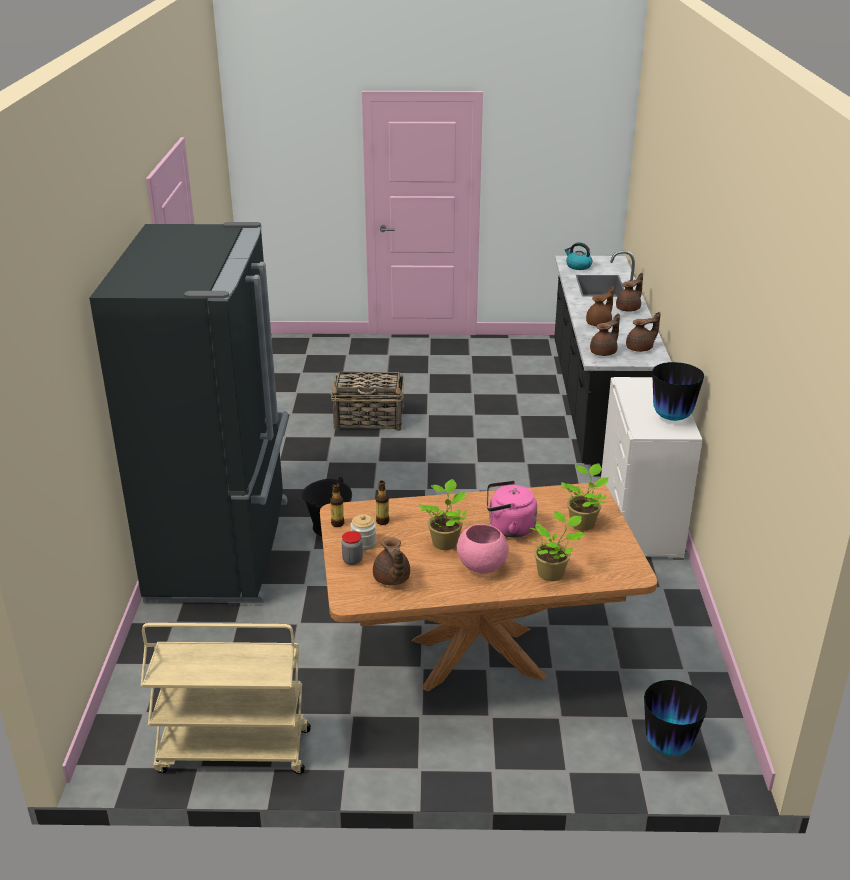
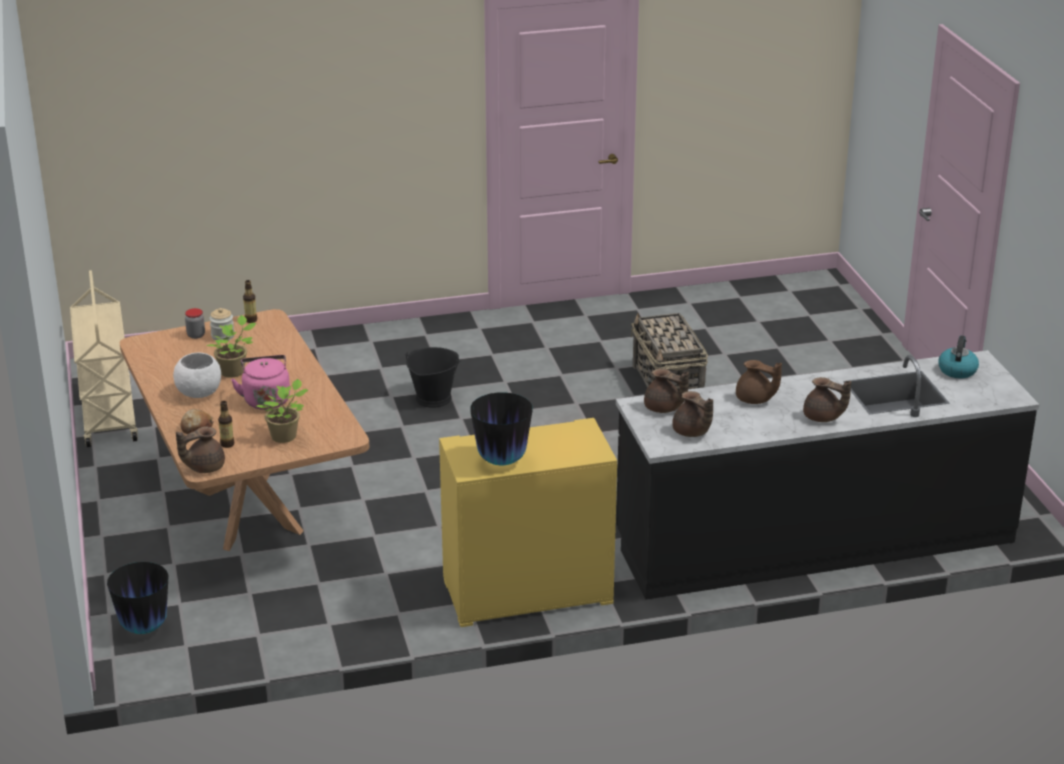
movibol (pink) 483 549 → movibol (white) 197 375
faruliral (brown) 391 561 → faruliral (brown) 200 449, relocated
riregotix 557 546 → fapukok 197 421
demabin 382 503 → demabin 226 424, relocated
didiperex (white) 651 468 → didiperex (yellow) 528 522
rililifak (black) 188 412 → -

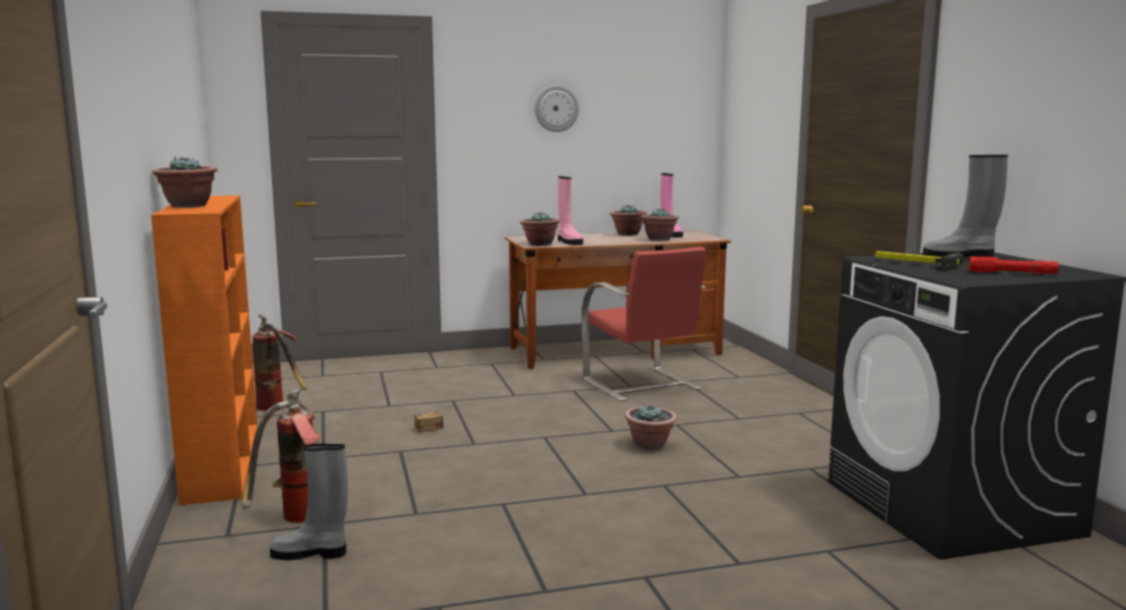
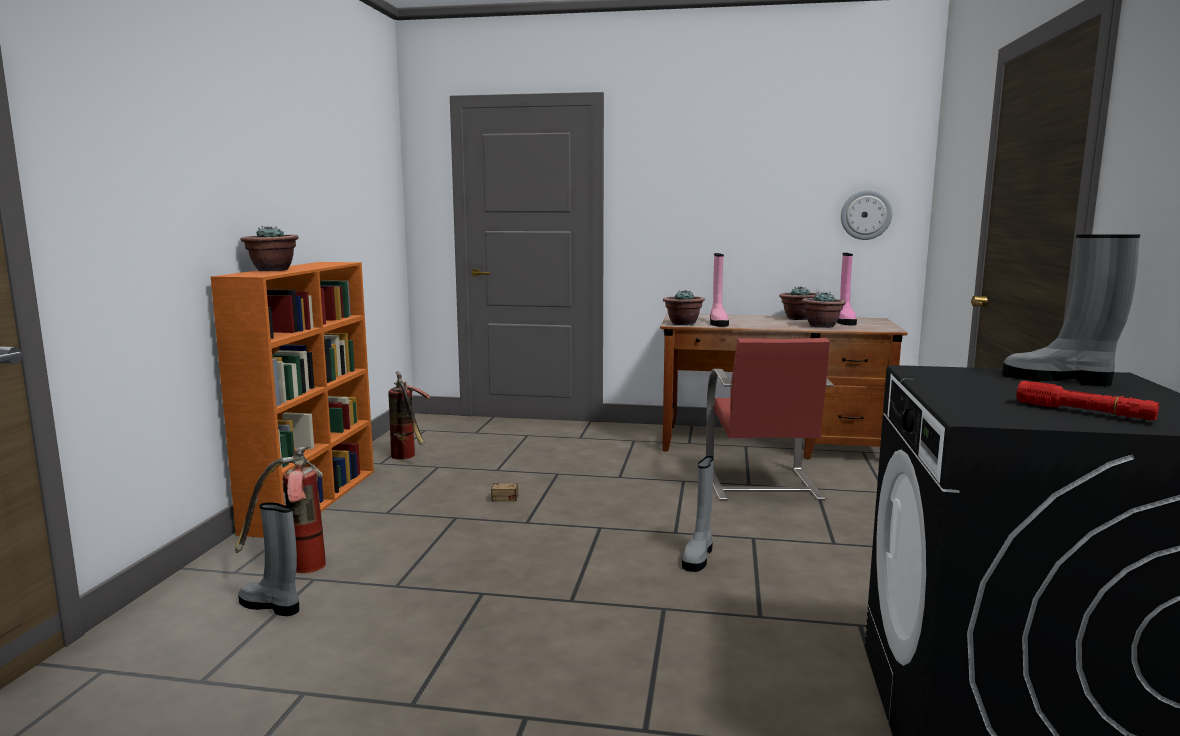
riregotix 651 427 → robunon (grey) 698 514
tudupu 557 108 → tudupu 866 215, relocated
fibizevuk 919 261 → -

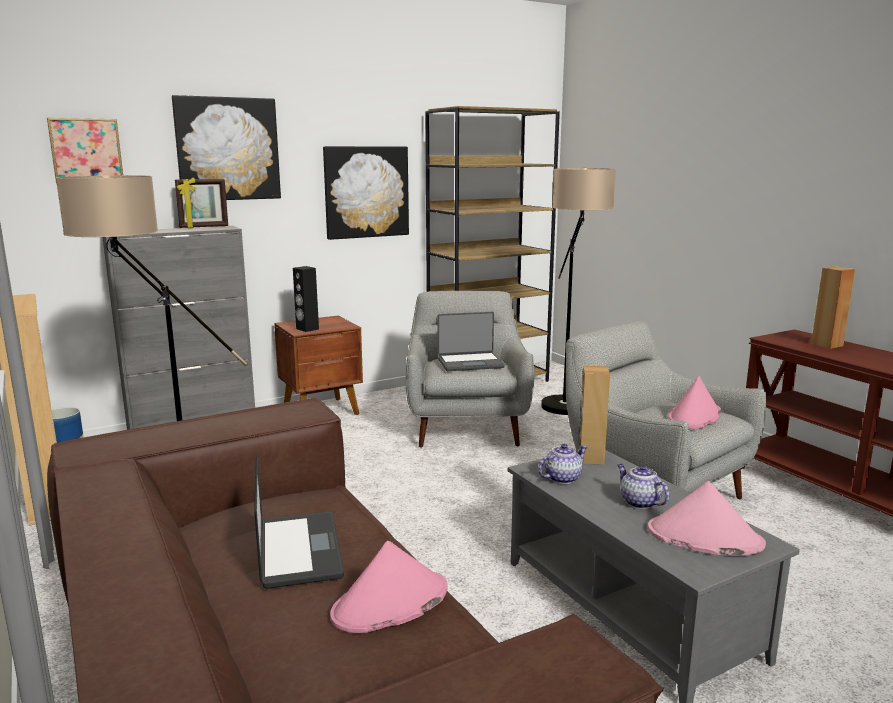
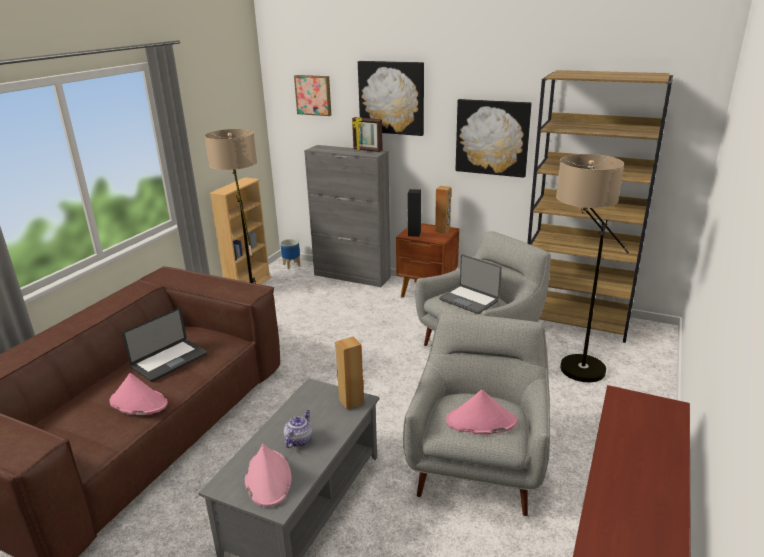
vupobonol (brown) 833 307 → vupobonol (brown) 443 209, relocated
faruliral 563 464 → -

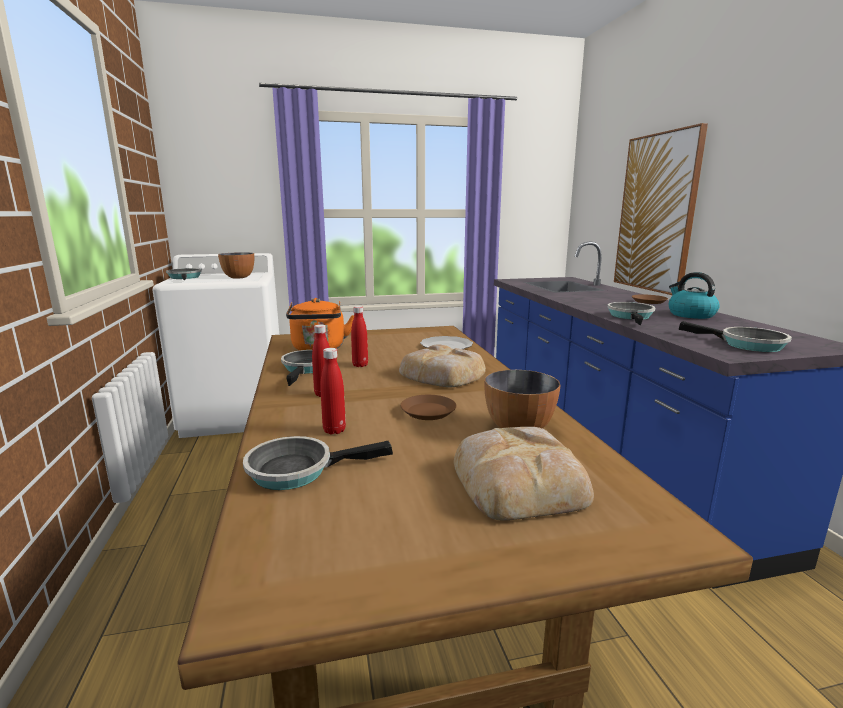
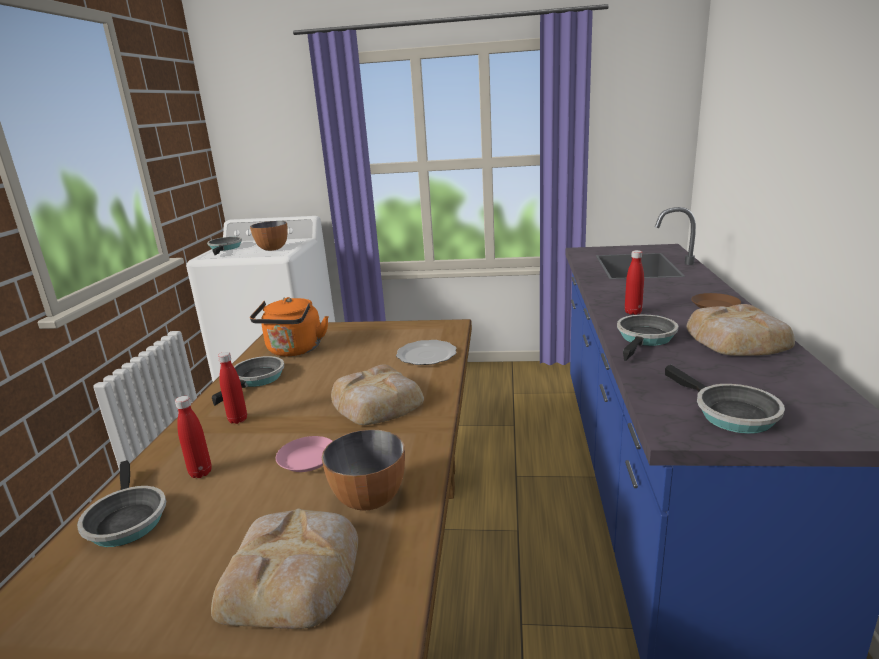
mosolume 318 463 → mosolume 121 503, 120 degrees counterclockwise
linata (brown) 428 407 → linata (pink) 304 454
demabin (red) 359 336 → demabin (red) 634 282, relocated
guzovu 694 295 → fapukok 741 330
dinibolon 661 209 → -

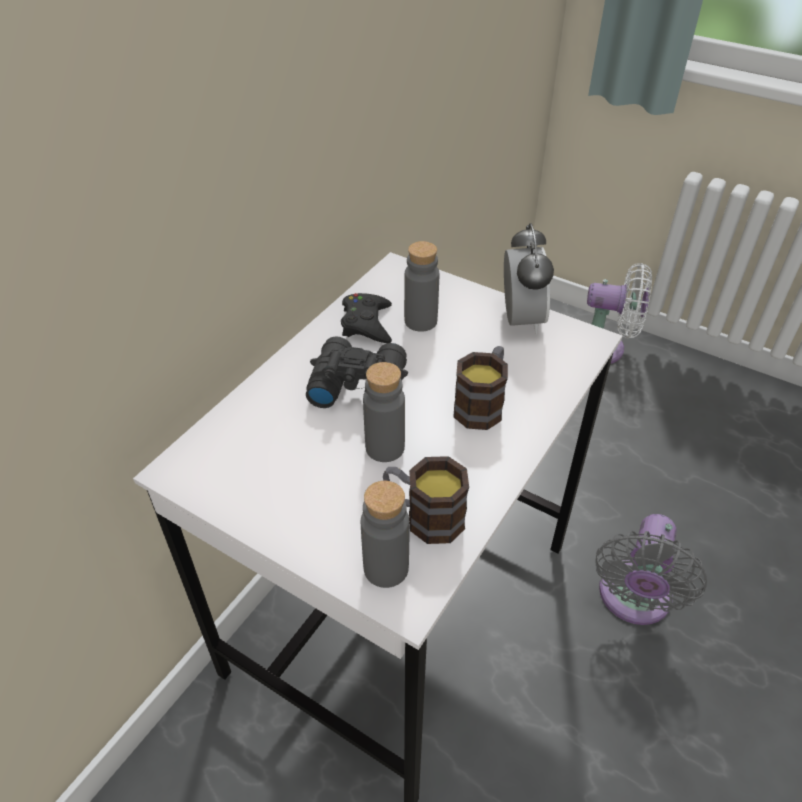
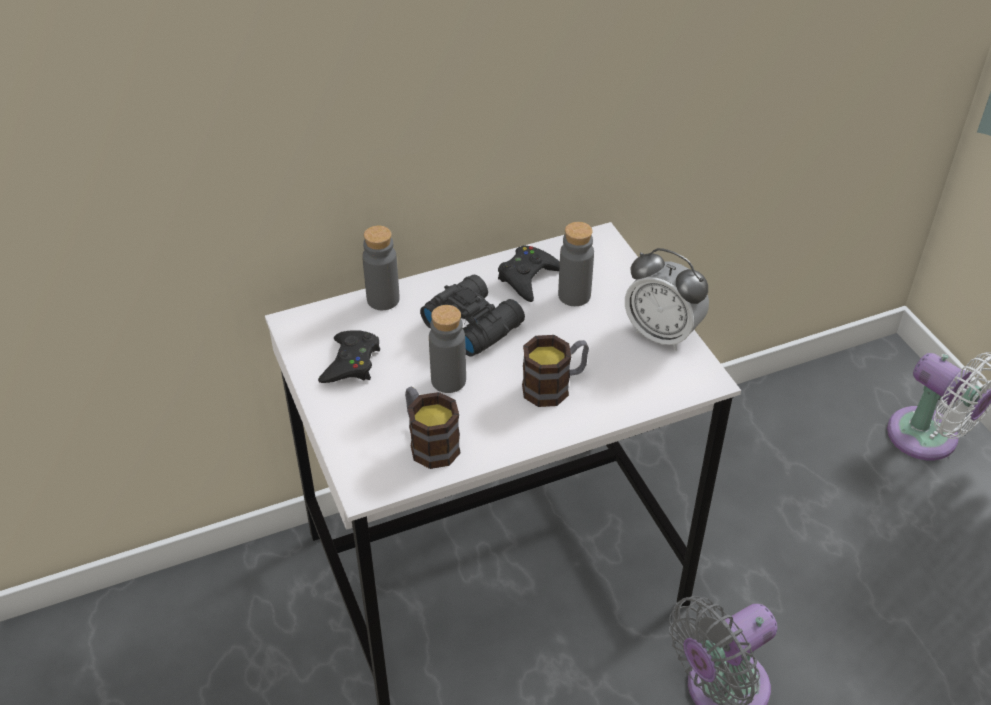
- → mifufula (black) 349 356
demabin (grey) 385 534 → demabin (grey) 381 267, relocated
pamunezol 529 278 → pamunezol 667 299, 90 degrees clockwise

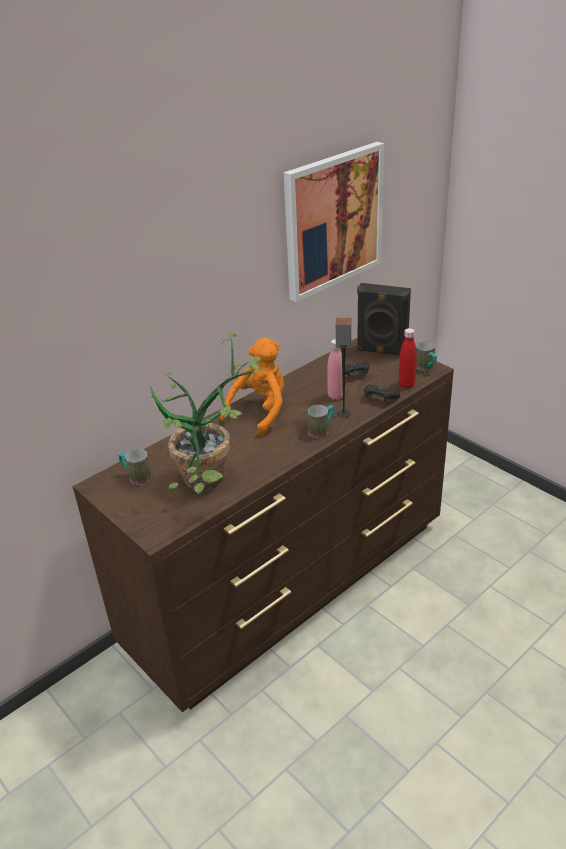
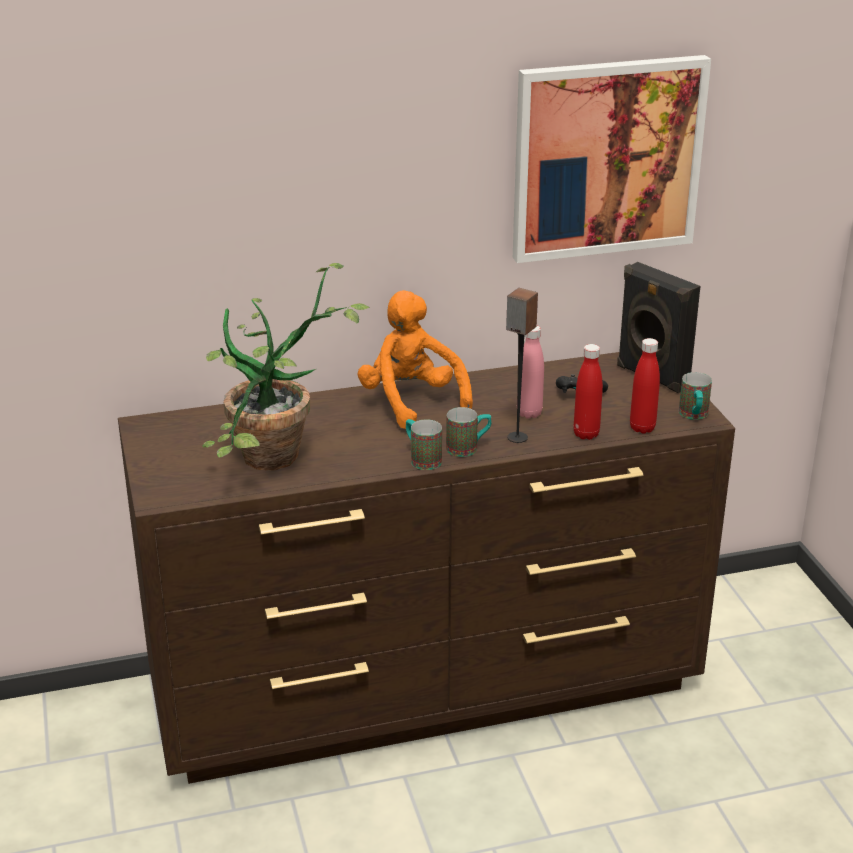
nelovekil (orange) 252 386 → nelovekil (orange) 415 359, 90 degrees counterclockwise
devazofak 135 467 → devazofak 424 444, relocated
mifufula (black) 382 392 → demabin (red) 588 392

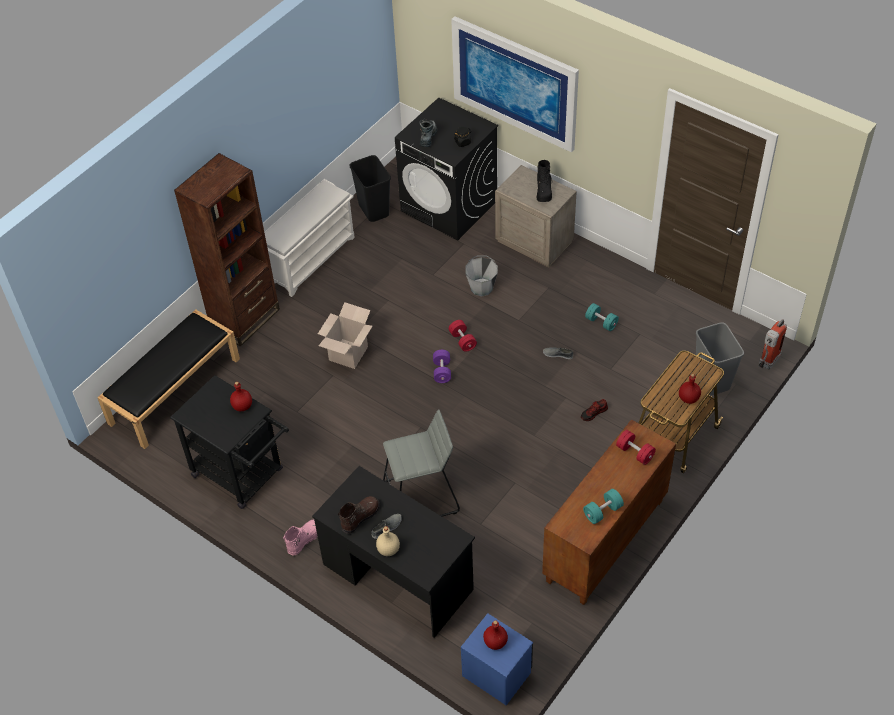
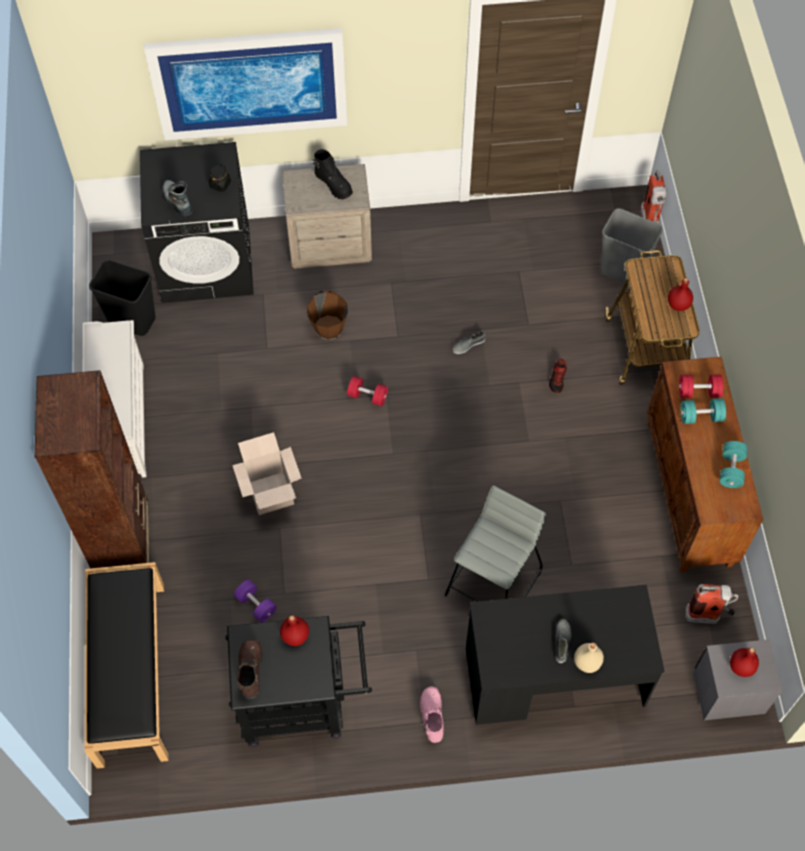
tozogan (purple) 442 366 → tozogan (purple) 255 601, relocated
robunon (brown) 359 515 → robunon (brown) 249 668, relocated
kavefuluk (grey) 481 275 → kavefuluk (brown) 327 315
tozogan (turquoise) 602 317 → tozogan (turquoise) 703 411, relocated
- → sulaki 712 604
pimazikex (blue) 497 659 → pimazikex (grey) 738 679

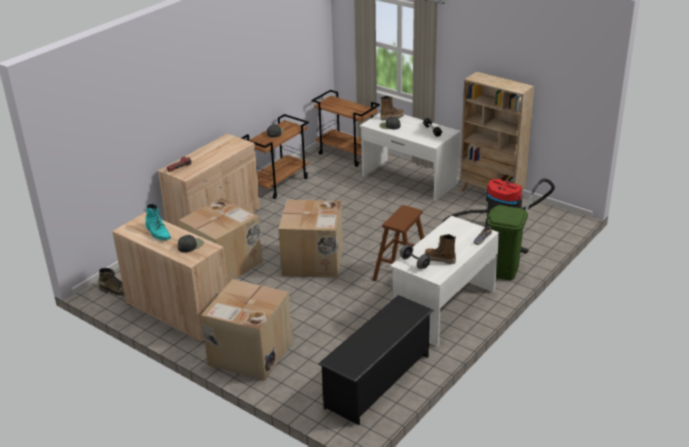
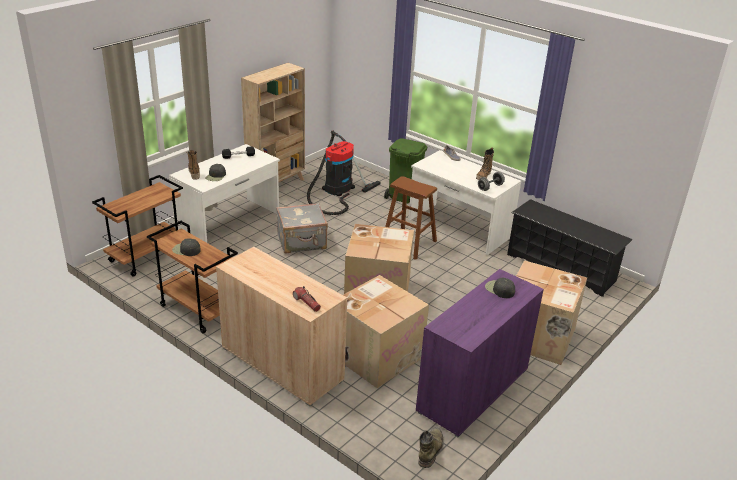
- → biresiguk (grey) 302 228
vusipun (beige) 170 278 → vusipun (purple) 480 353
robunon (turquoise) 158 222 → -

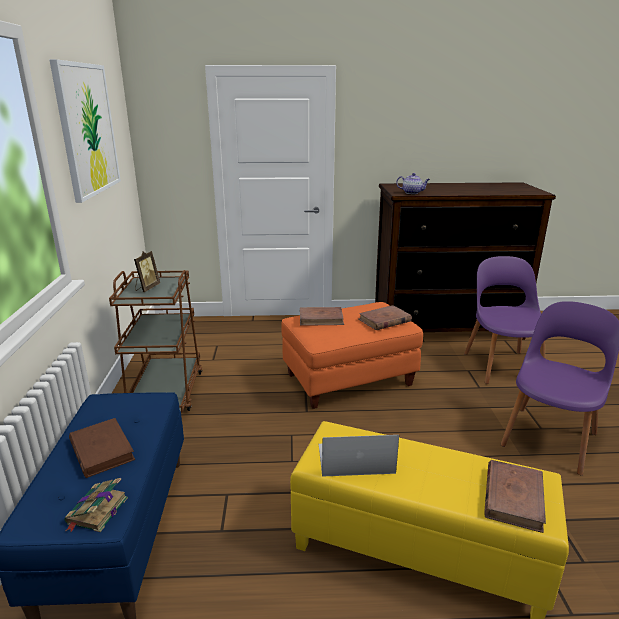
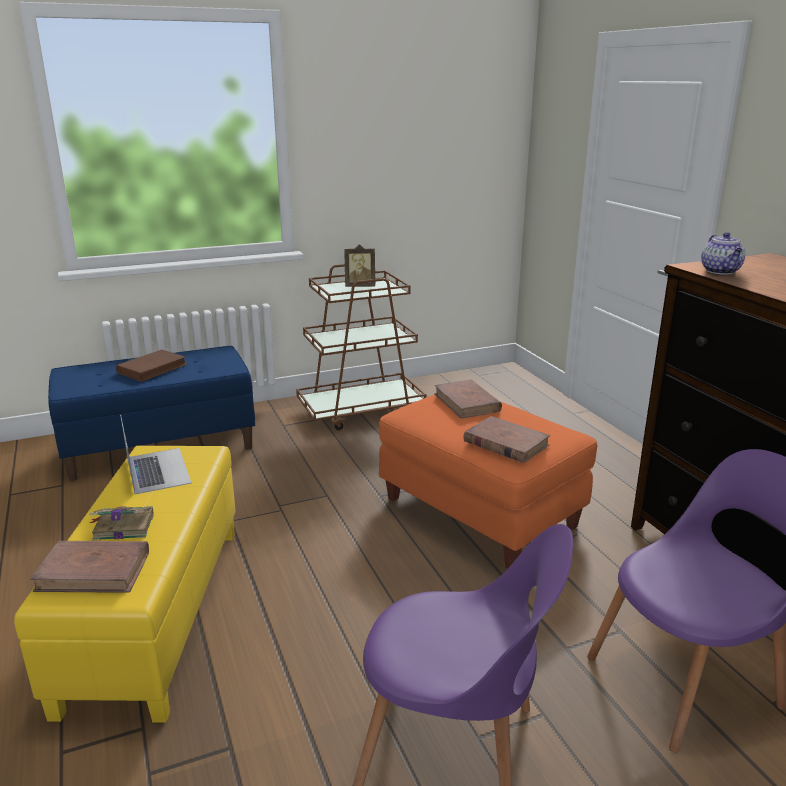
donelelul 96 505 → donelelul 121 523, relocated
dinibolon 85 131 → -

